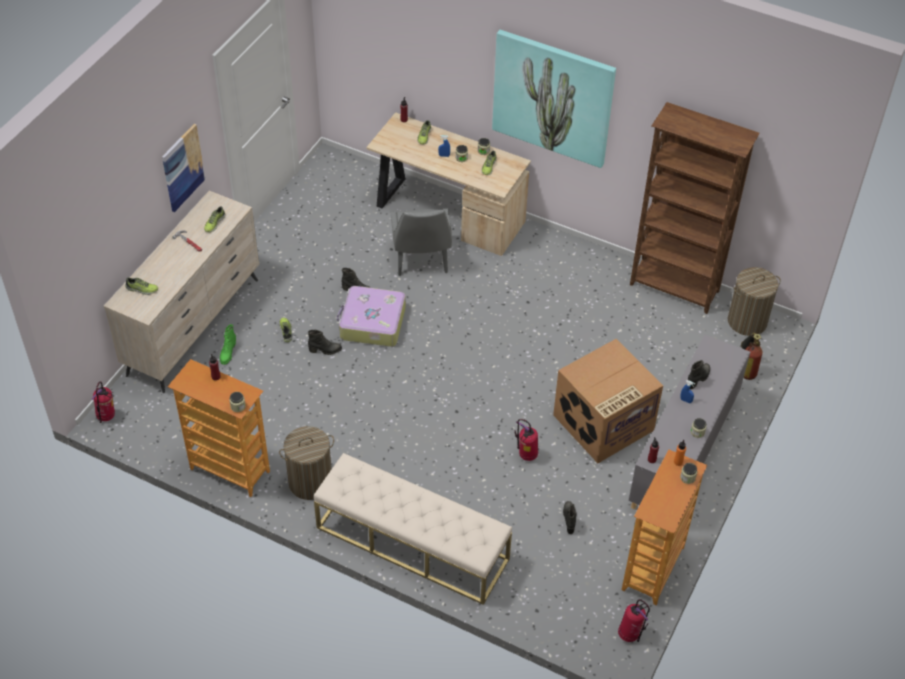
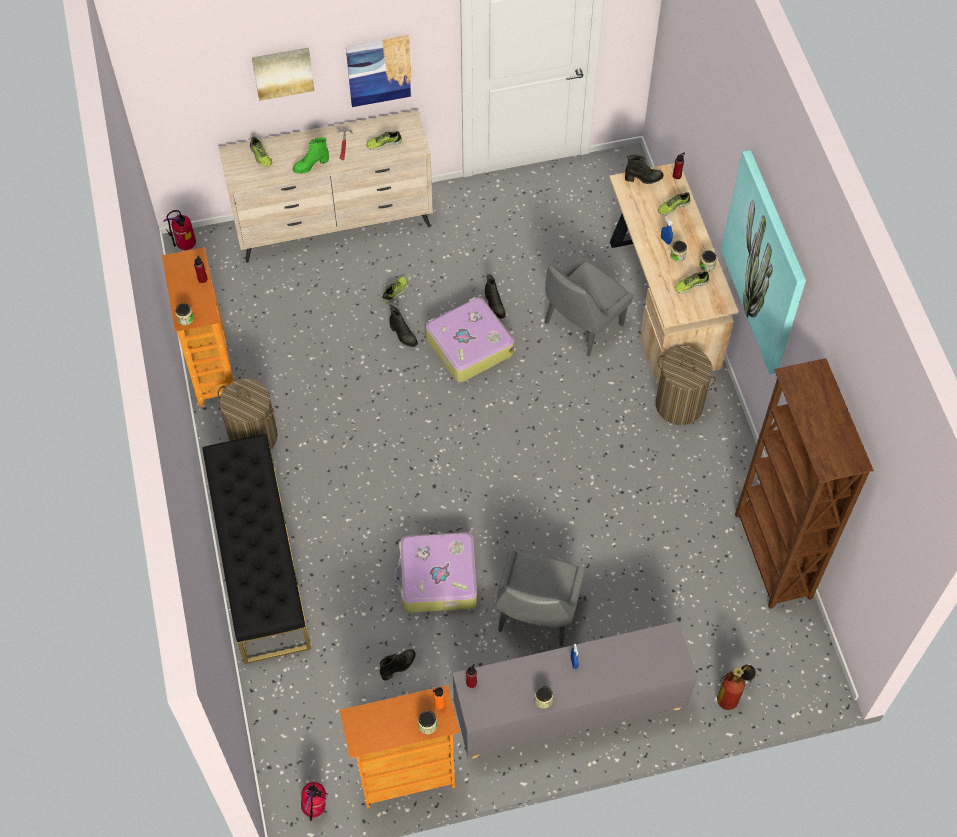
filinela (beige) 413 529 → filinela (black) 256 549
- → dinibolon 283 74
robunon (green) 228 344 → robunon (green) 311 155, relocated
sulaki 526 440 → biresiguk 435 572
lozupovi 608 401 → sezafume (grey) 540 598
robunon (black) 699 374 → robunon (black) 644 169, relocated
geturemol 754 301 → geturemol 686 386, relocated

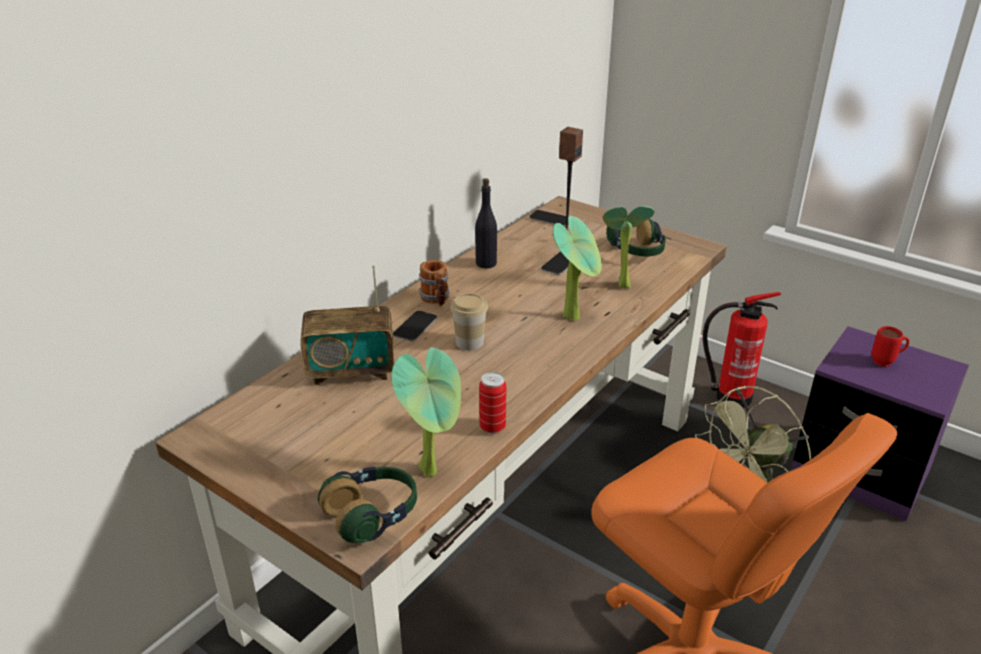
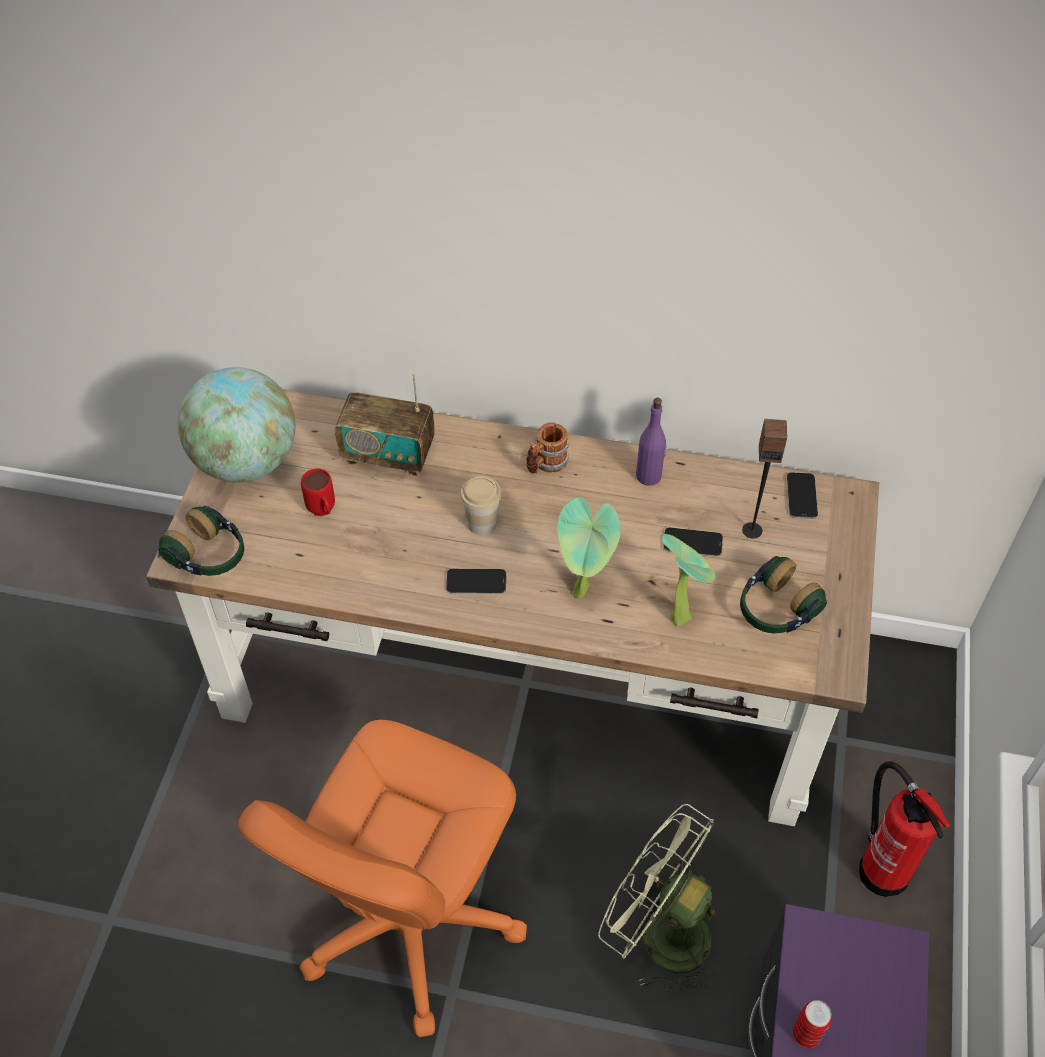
- → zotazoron 236 425
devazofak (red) 890 346 → devazofak (red) 318 492, relocated
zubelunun 347 325 → zubelunun 385 424, 45 degrees counterclockwise
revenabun 415 326 → revenabun 476 581, relocated
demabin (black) 486 223 → demabin (purple) 651 442
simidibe 492 403 → simidibe 812 1024, relocated
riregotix 426 412 → -

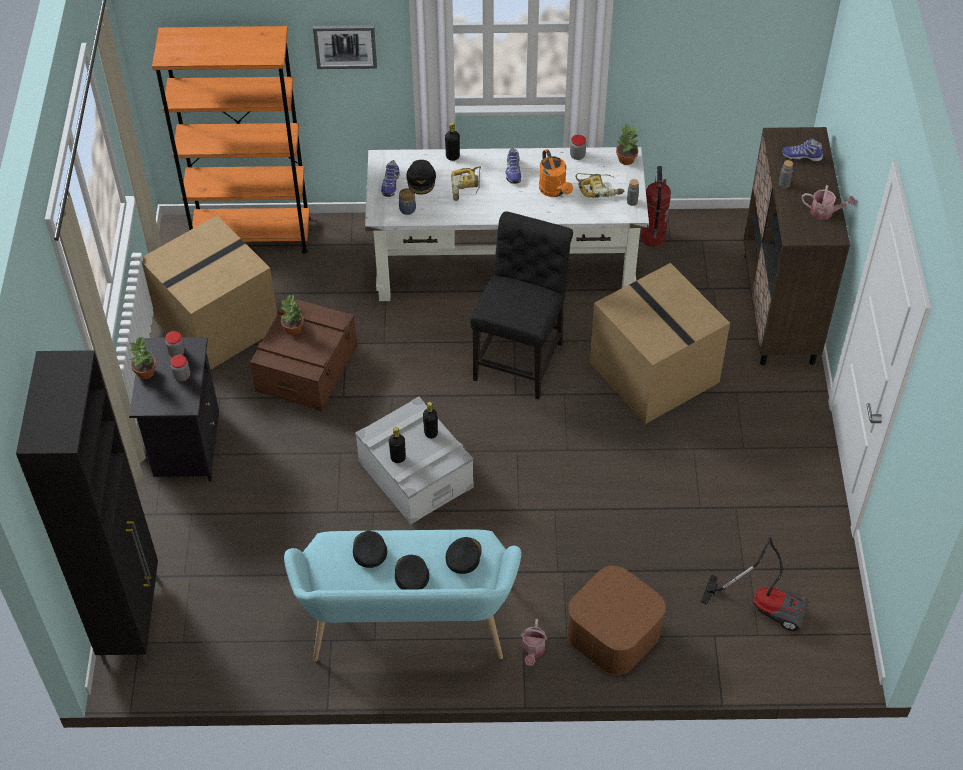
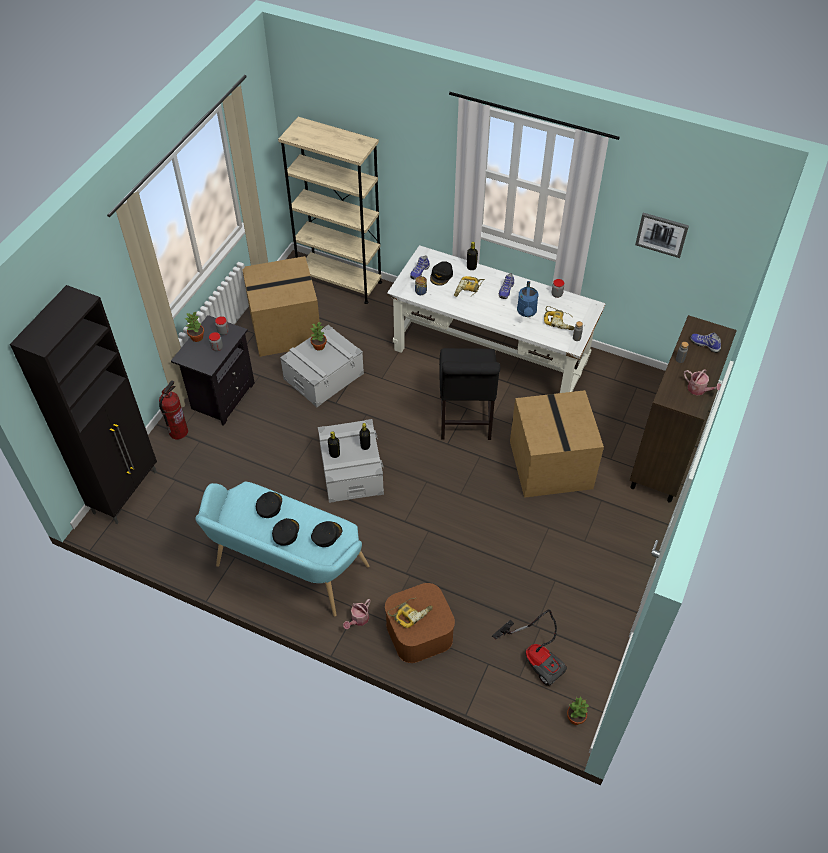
sulaki 656 206 → sulaki 173 410, relocated
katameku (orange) 231 140 → katameku (beige) 330 210
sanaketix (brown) 303 354 → sanaketix (grey) 322 366
- → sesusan 410 613
sezafume (black) 521 305 → sezafume (black) 470 394, 135 degrees clockwise
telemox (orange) 556 173 → telemox (blue) 527 299
riregotix 627 144 → riregotix 578 711, relocated
dinibolon 345 47 → dinibolon 662 235, relocated

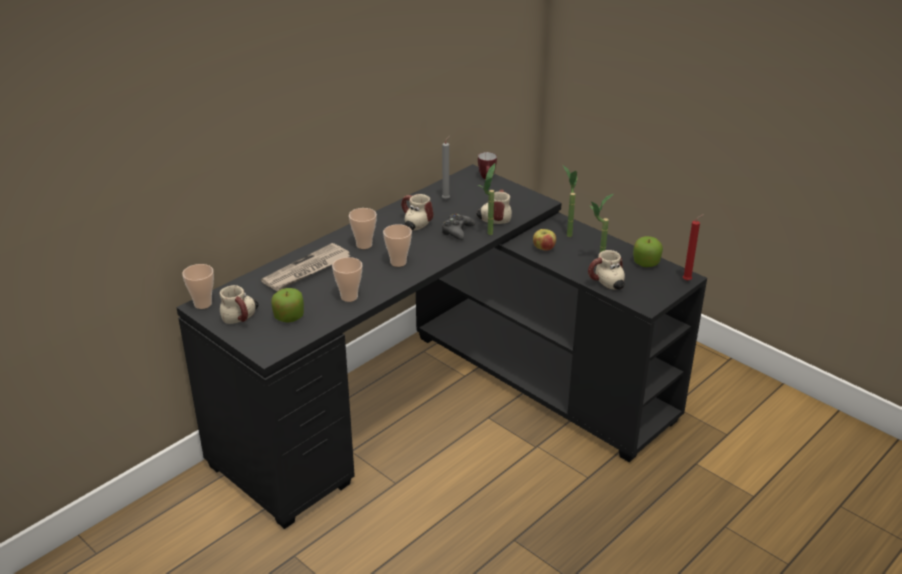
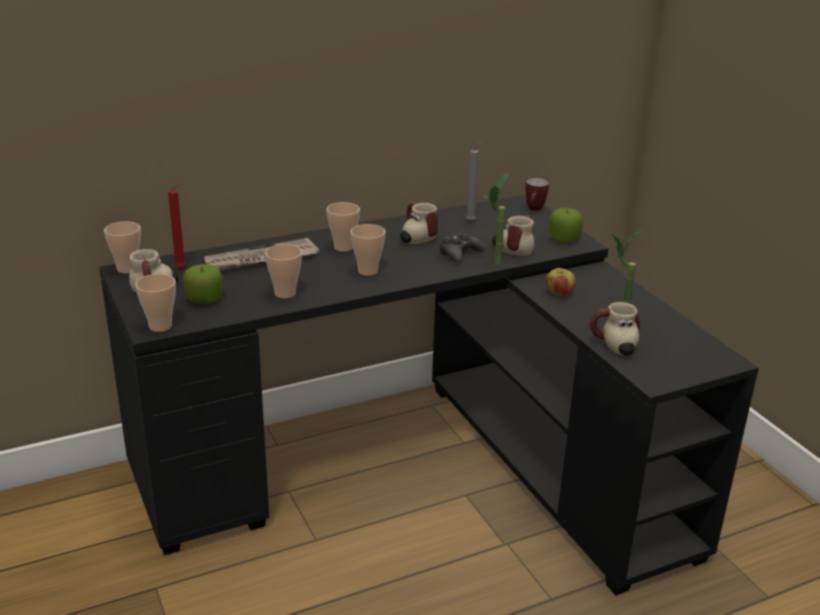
- → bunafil 155 303
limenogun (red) 693 247 → limenogun (red) 177 225, relocated
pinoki 648 251 → pinoki 566 225, relocated
riregotix 570 201 → -

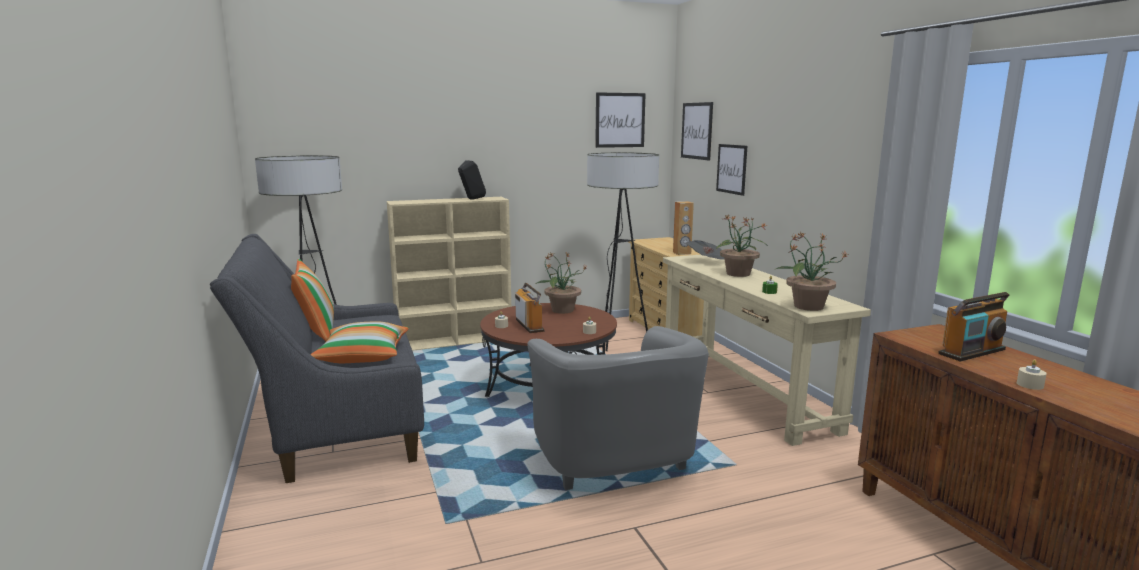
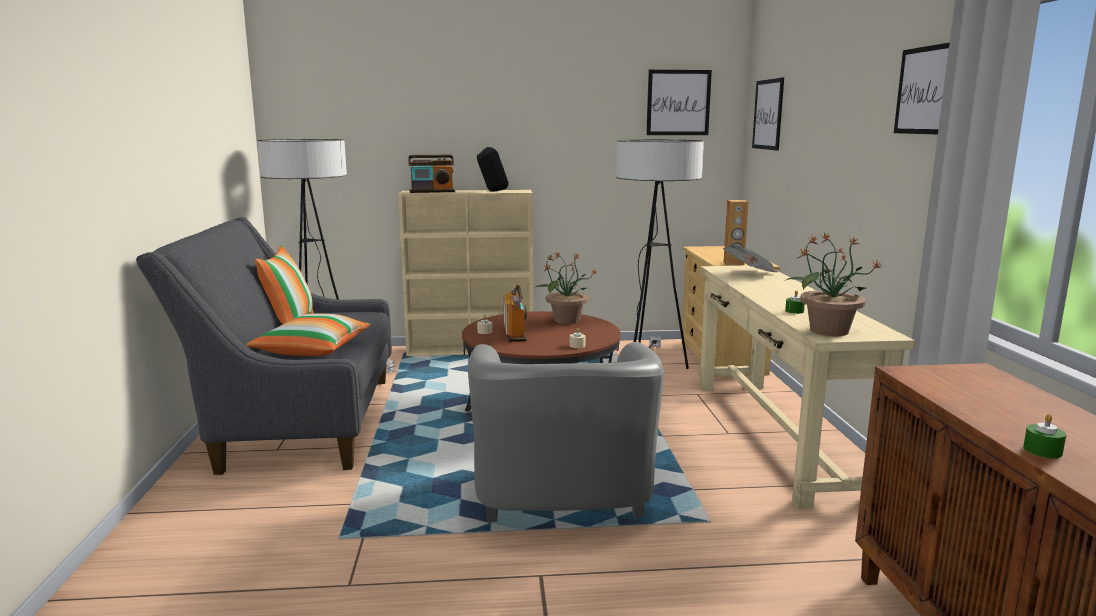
zubelunun 973 327 → zubelunun 431 174, relocated
dinibolon 731 170 → dinibolon 922 88, relocated
limenogun (beige) 1032 374 → limenogun (green) 1044 436
riregotix 742 246 → -

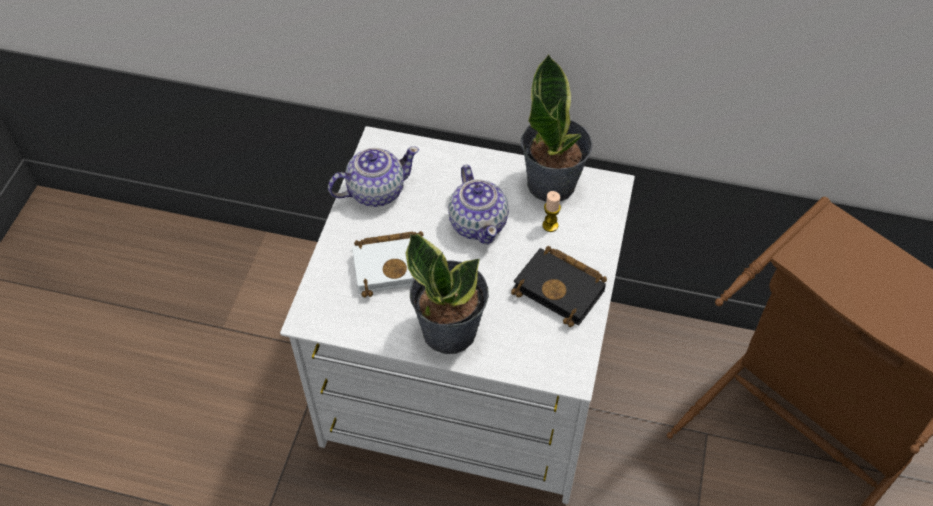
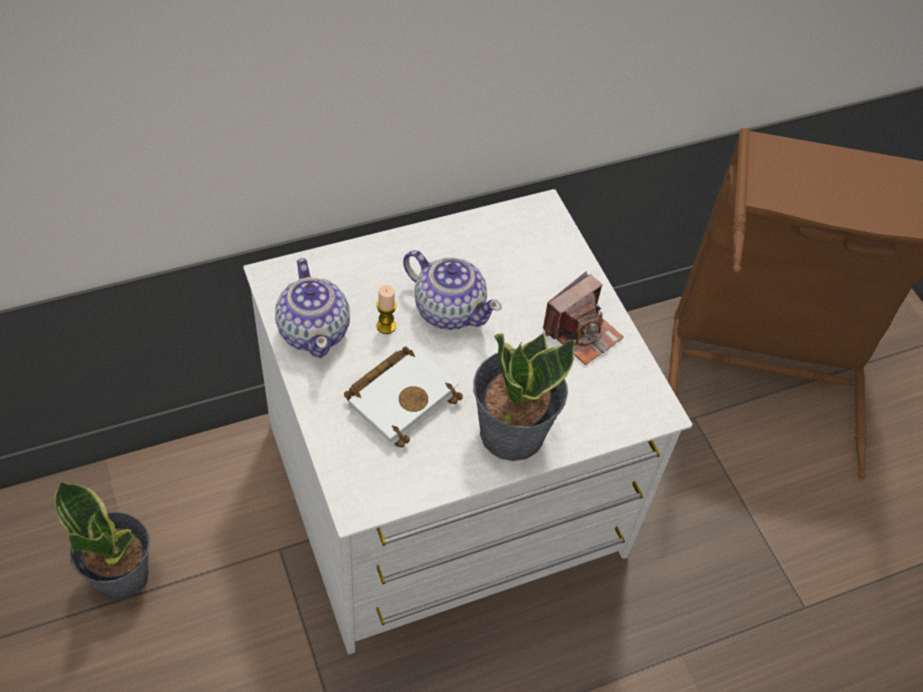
riregotix 557 128 → riregotix 102 541, relocated
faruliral 373 176 → faruliral 312 308, 135 degrees clockwise
limenogun 551 211 → limenogun 386 309, relocated
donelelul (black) 559 286 → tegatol 583 318

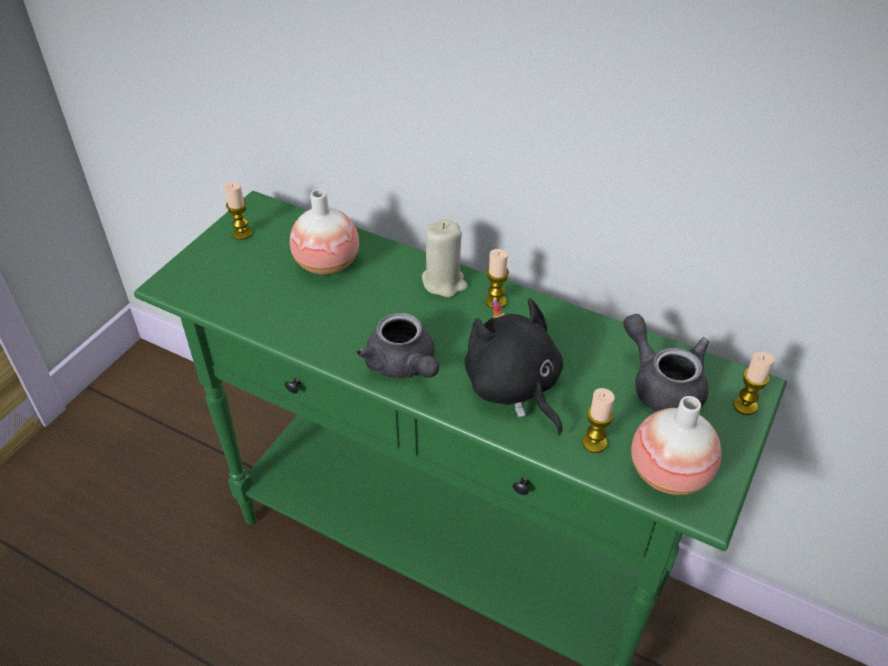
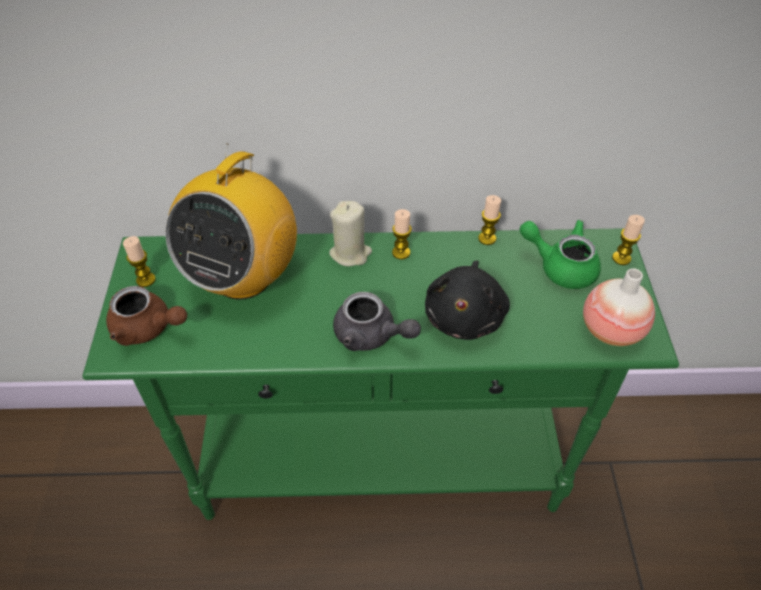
- → faruliral (brown) 146 316
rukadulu 324 232 → zubelunun 231 222
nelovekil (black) 514 367 → nelovekil (black) 467 300, 105 degrees counterclockwise
limenogun 598 420 → limenogun 489 220, relocated
faruliral (grey) 666 363 → faruliral (green) 560 254

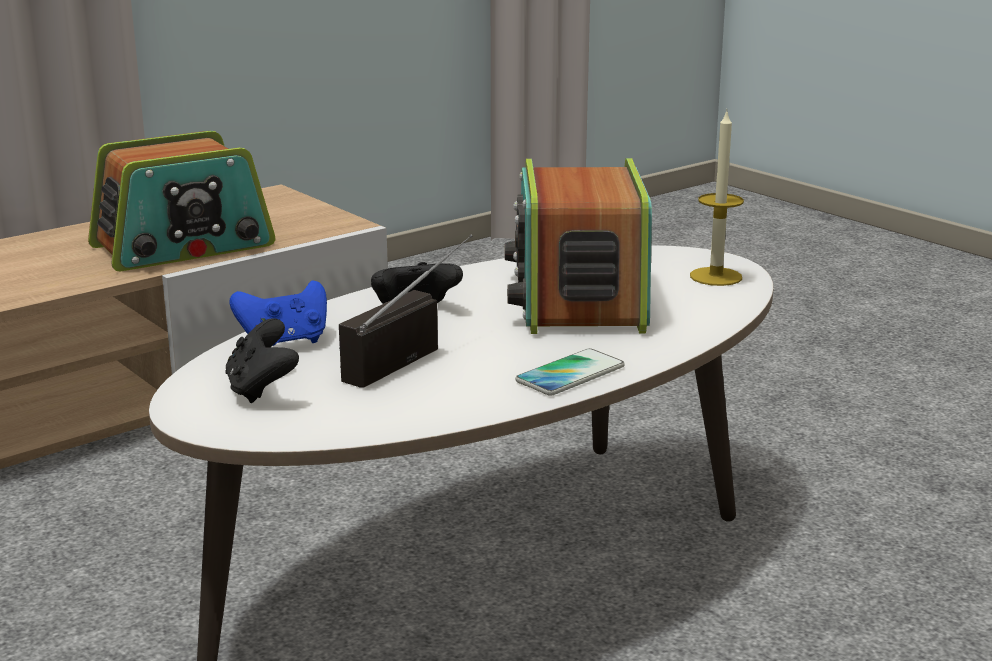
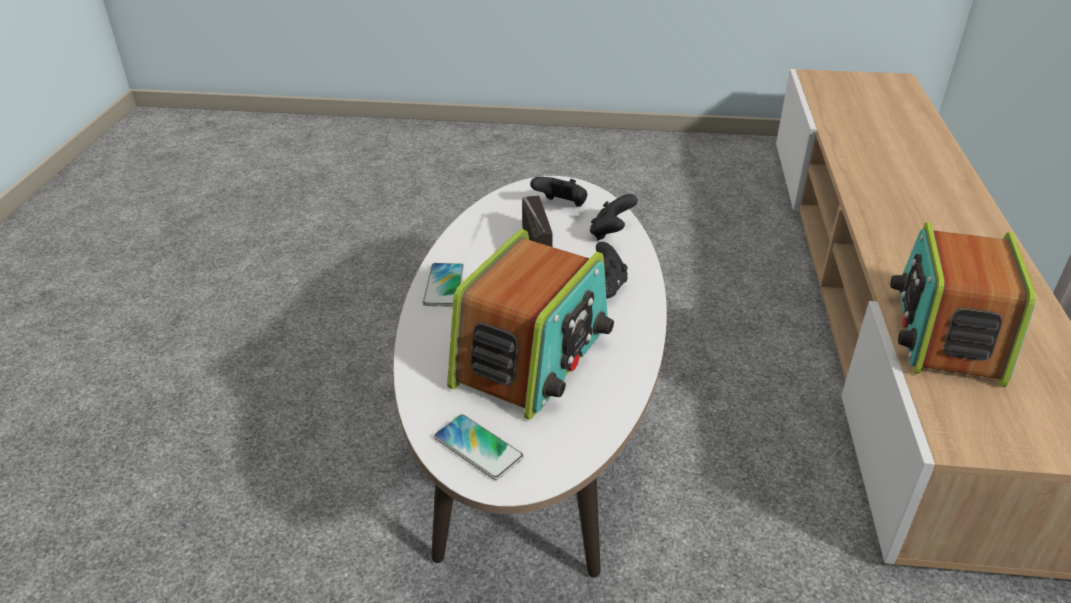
limenogun 717 198 → revenabun 479 447
zubelunun 578 246 → zubelunun 530 324, 75 degrees clockwise
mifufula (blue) 278 313 → mifufula (black) 614 217

